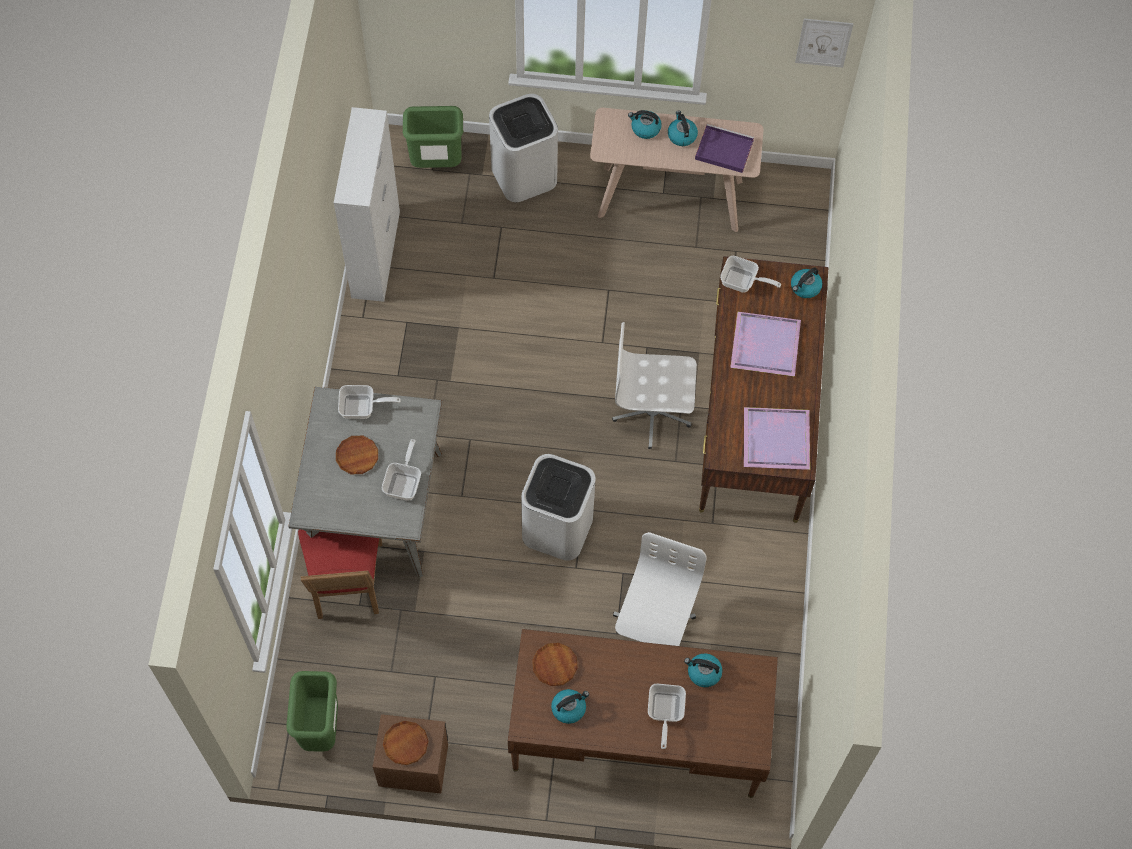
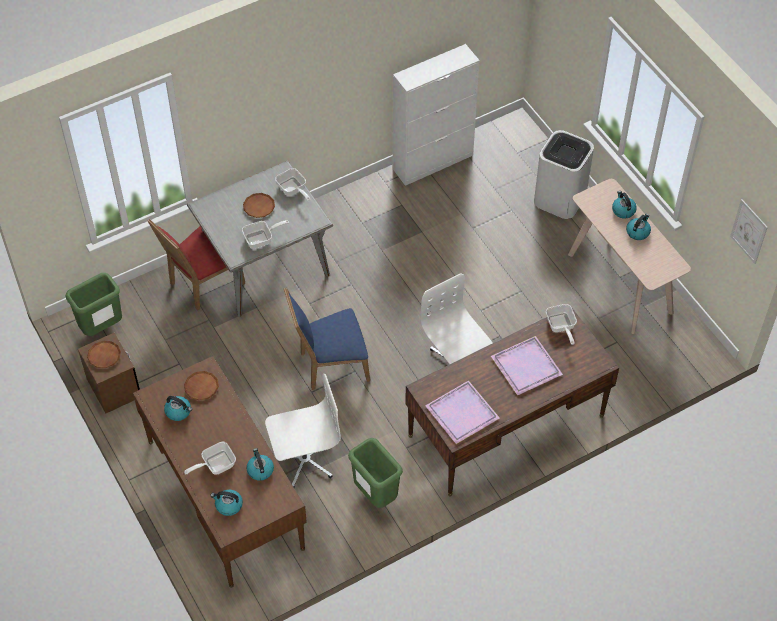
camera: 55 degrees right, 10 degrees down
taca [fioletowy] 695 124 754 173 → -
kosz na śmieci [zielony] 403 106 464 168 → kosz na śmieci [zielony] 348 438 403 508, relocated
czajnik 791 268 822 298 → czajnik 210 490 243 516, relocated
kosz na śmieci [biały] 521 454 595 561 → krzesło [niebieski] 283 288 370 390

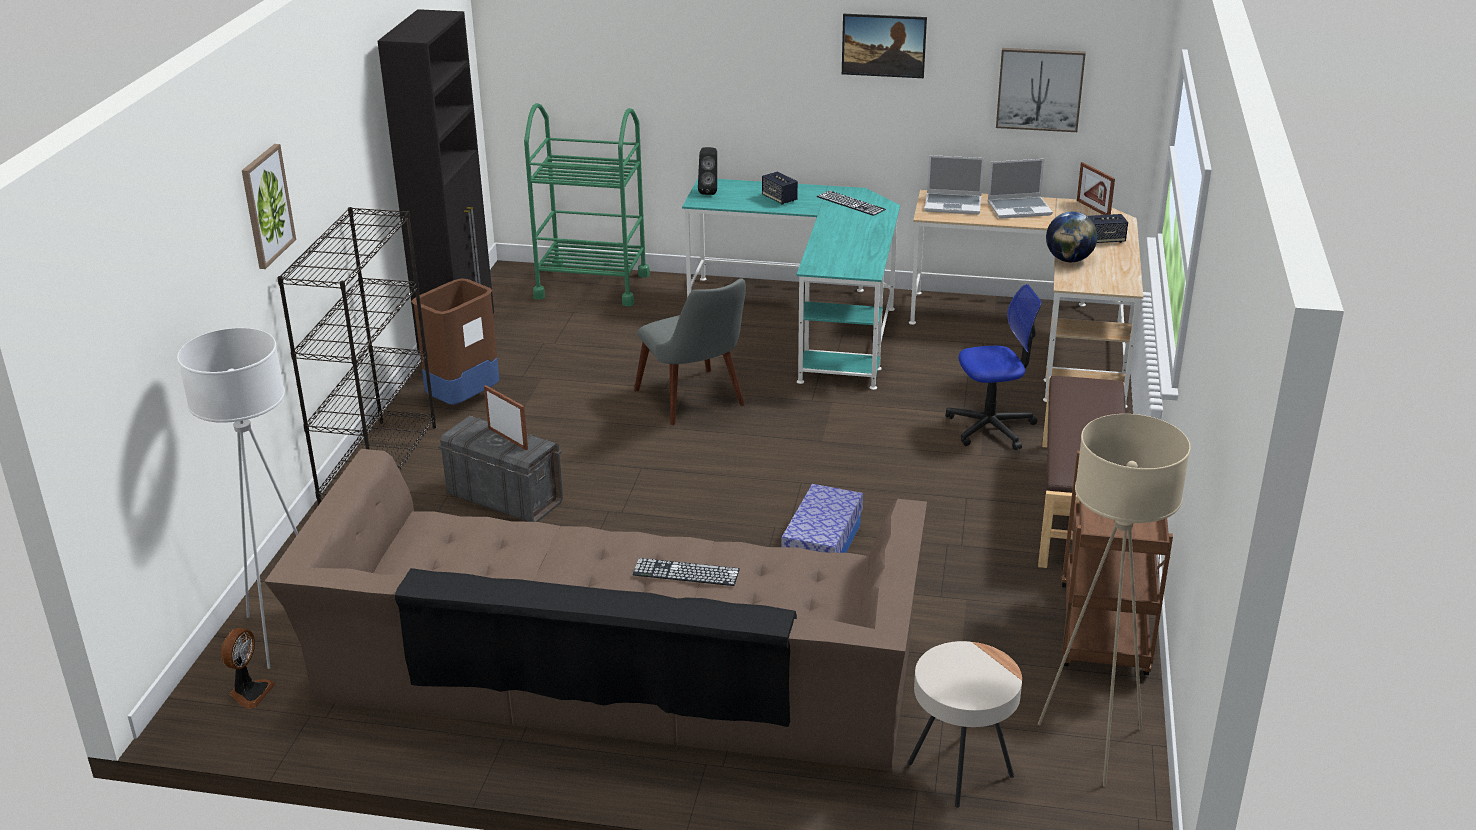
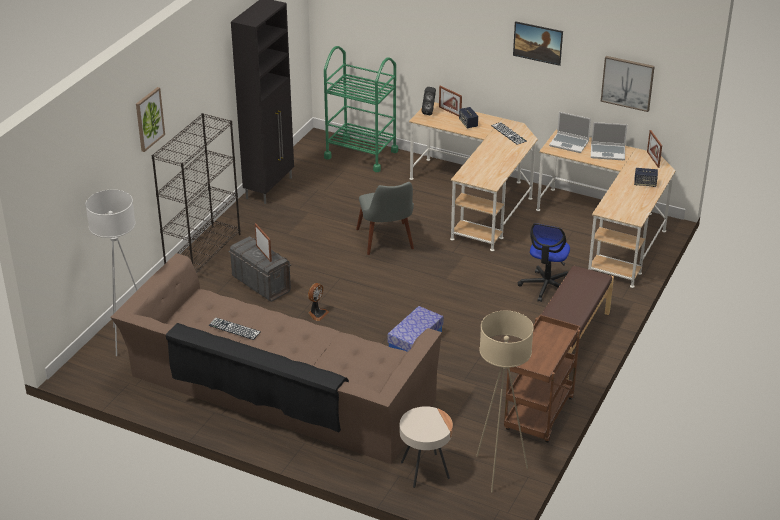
camera: 15 degrees right, 5 degrees up
kosz na śmieci [brązowy] 411 278 499 405 → -
globus 1046 211 1098 262 → -
- → ramka na zdjęcie 439 86 462 117
wentylator 221 628 275 709 → wentylator 308 283 329 321, relocated
klawiatura 633 558 740 586 → klawiatura 208 318 261 340, relocated
biurko [turkusowy] 682 179 900 390 → biurko [beżowy] 409 102 538 251
krzesło biurowe 945 284 1042 450 → krzesło biurowe 518 223 570 302, 105 degrees clockwise

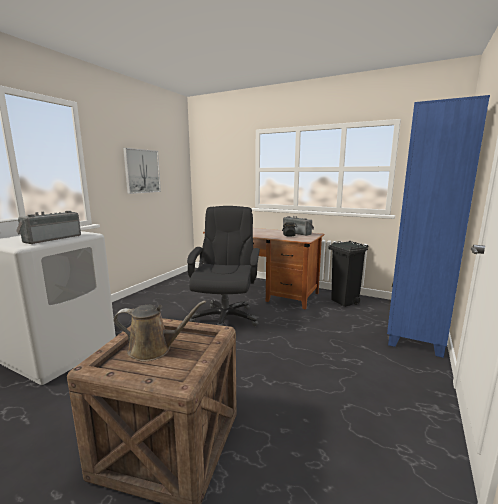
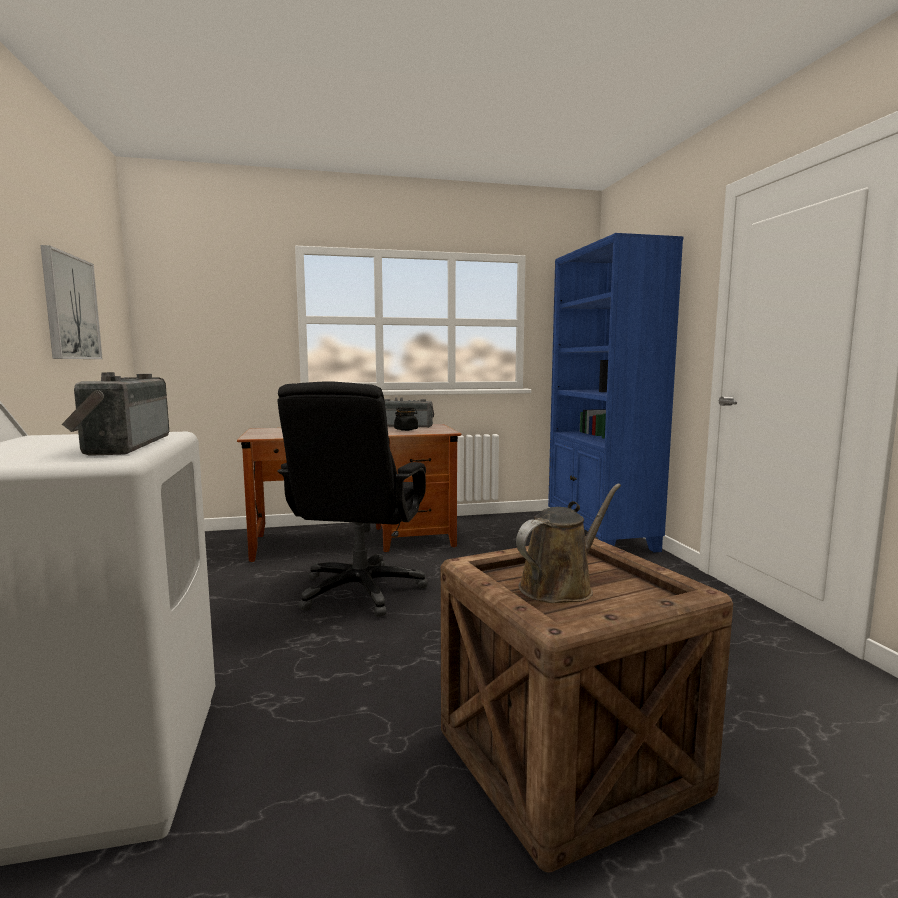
camera: 40 degrees left, 5 degrees down
kosz na śmieci [czarny] 328 241 368 307 → -
krzesło biurowe [czarny] 187 206 260 326 → krzesło biurowe [czarny] 277 381 428 617, 135 degrees counterclockwise

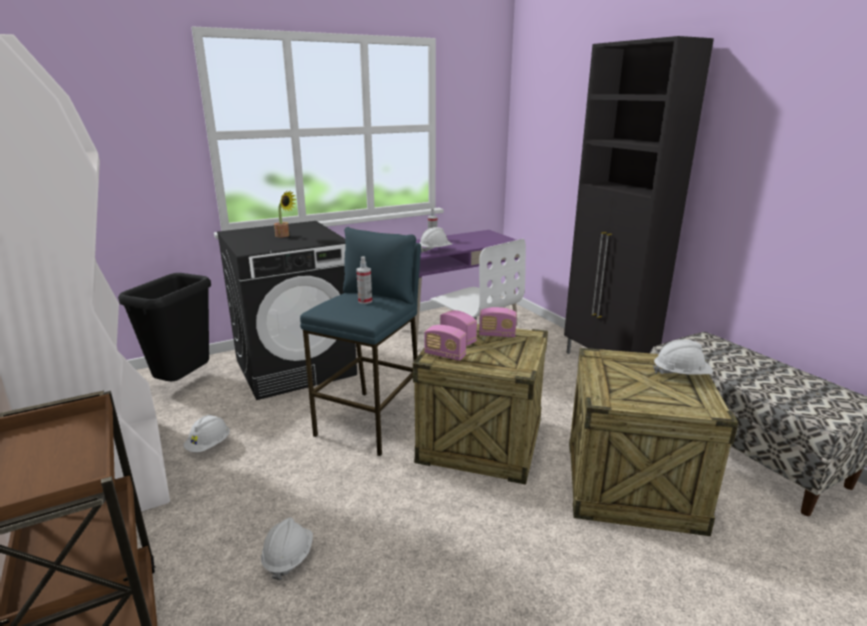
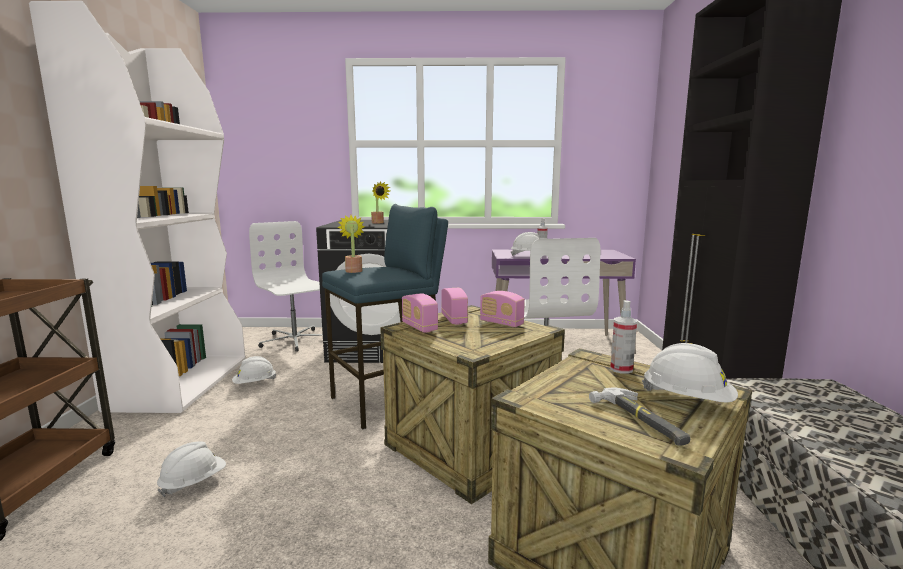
camera: 30 degrees right, 10 degrees down
- → roślina doniczkowa 338 215 365 273
- → młotek 589 387 690 446
spryskiwacz 356 256 372 304 → spryskiwacz 610 300 637 374, relocated
kosz na śmieci [czarny] 118 273 211 381 → krzesło biurowe [biały] 249 221 323 351

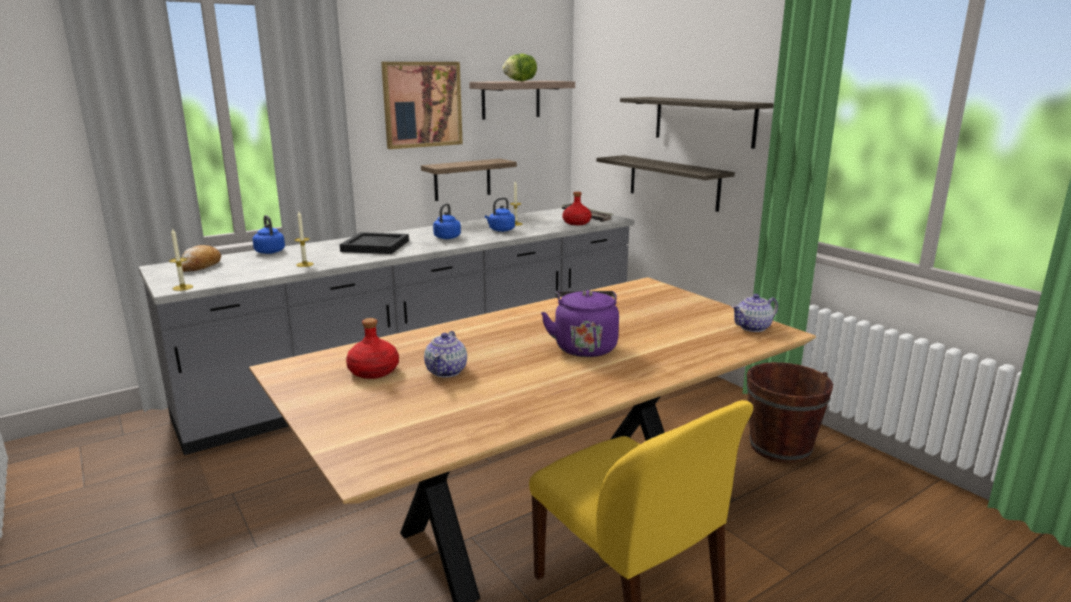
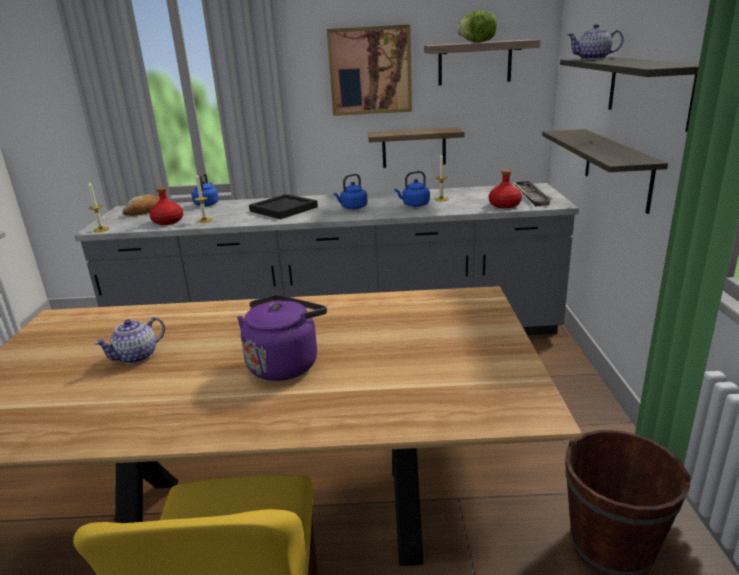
camera: 35 degrees right, 5 degrees up
butelka [czerwony] 346 318 399 379 → butelka [czerwony] 149 187 183 225, relocated
imbryk 731 294 778 332 → imbryk 567 24 624 60, relocated

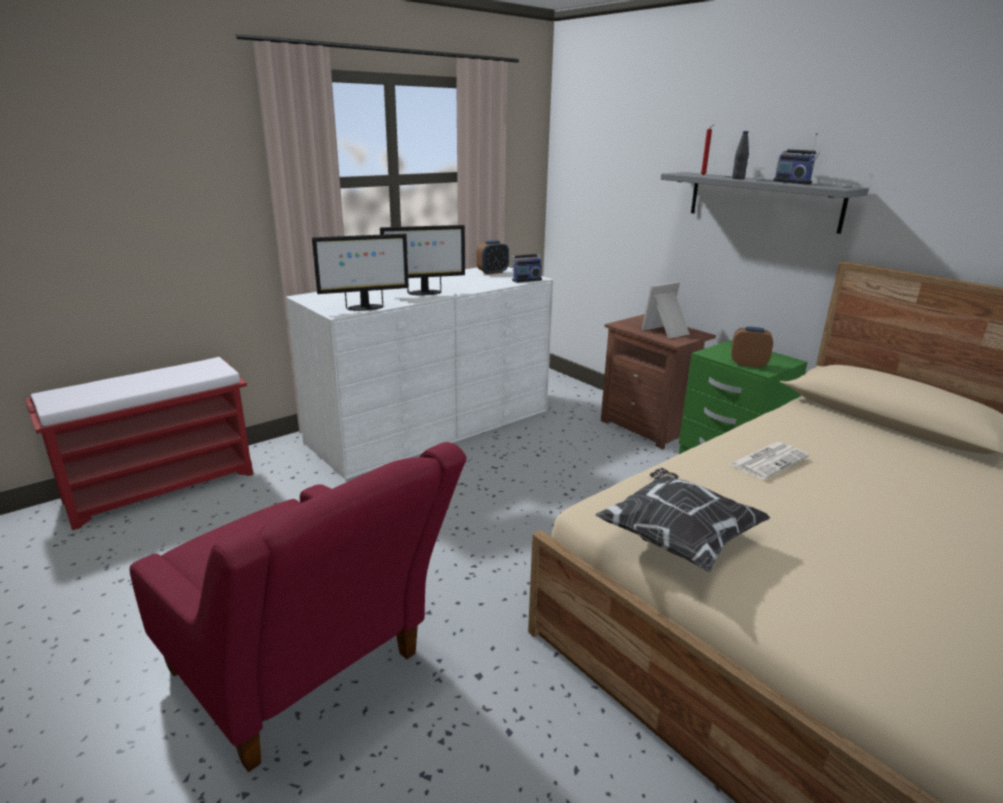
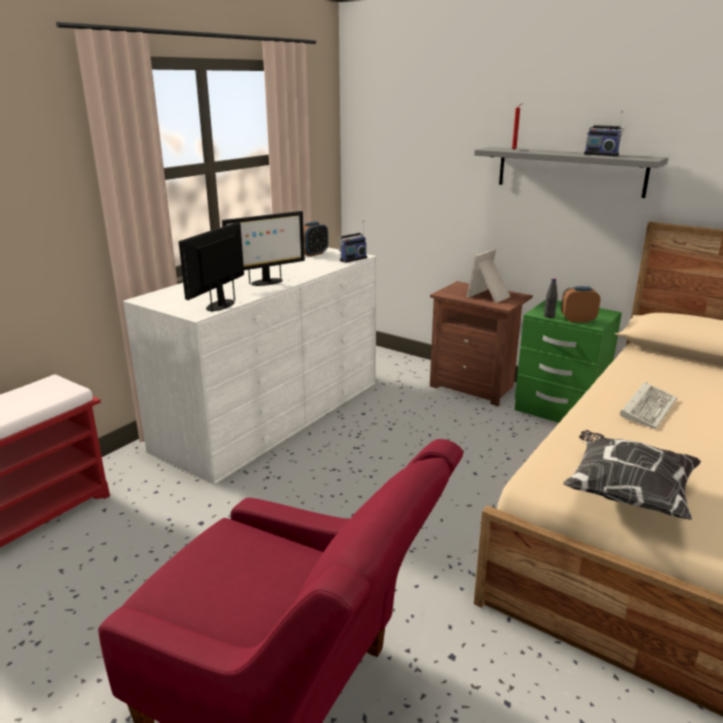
camera: 15 degrees left, 0 degrees up
butelka [czarny] 732 131 749 179 → butelka [czarny] 544 278 558 318, relocated
gazeta 730 442 809 480 → klawiatura 620 382 677 429
monitor 312 234 409 311 → monitor 179 222 244 312, 150 degrees clockwise

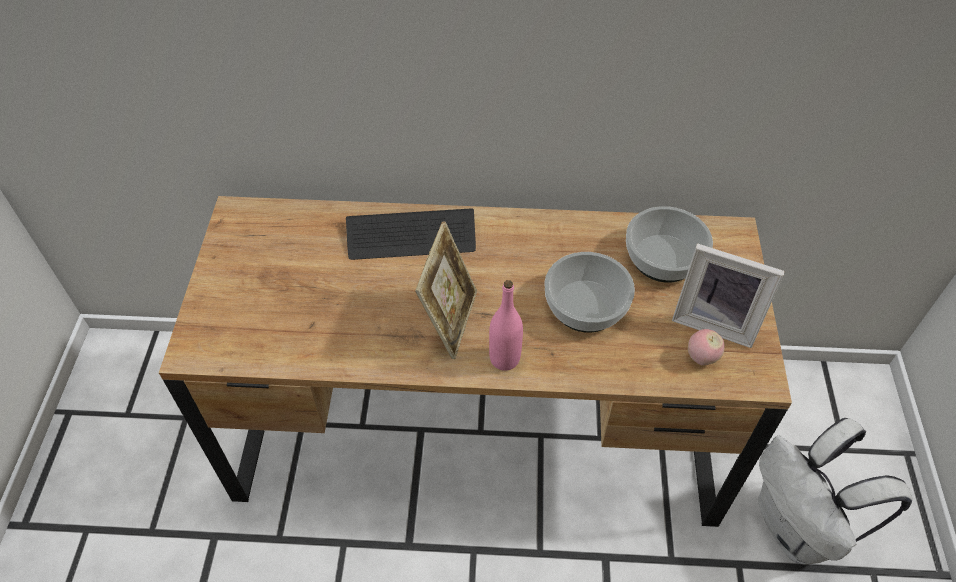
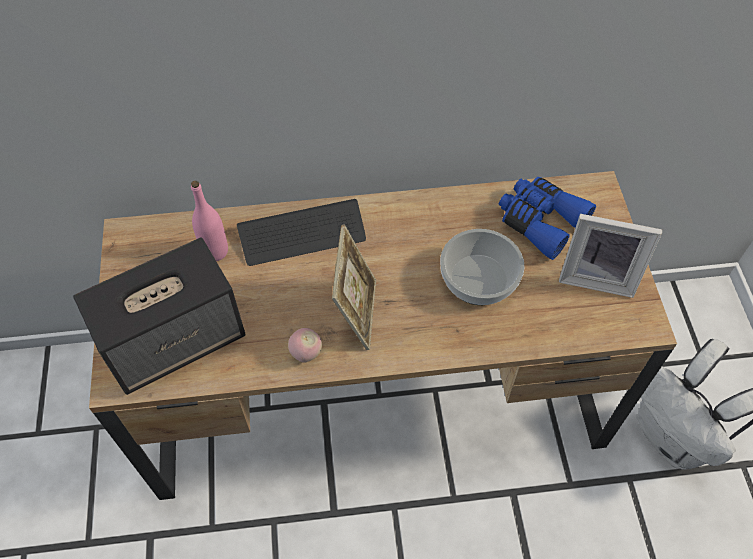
camera: 10 degrees left, 5 degrees up
- → głośnik 73 237 245 395
butelka [różowy] 489 280 523 371 → butelka [różowy] 191 181 228 261, relocated
jabłko 688 329 725 366 → jabłko 288 328 322 363, relocated
miska 626 206 713 282 → lornetka [niebieski] 499 177 596 260

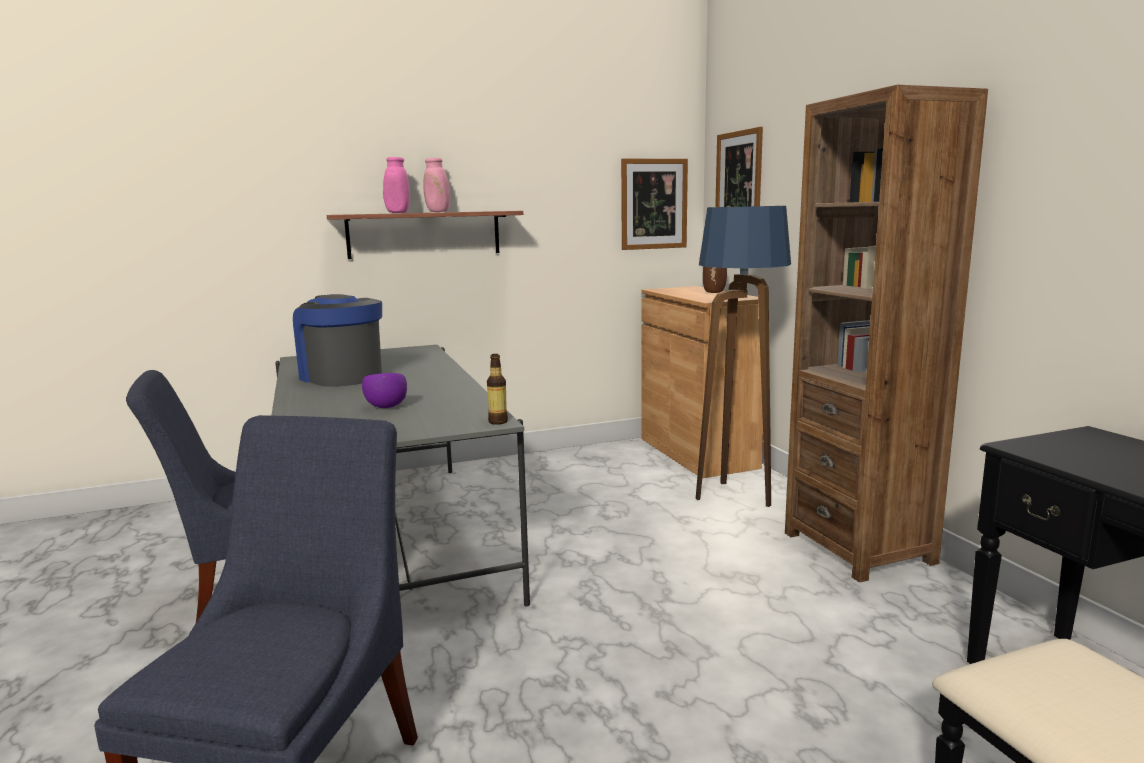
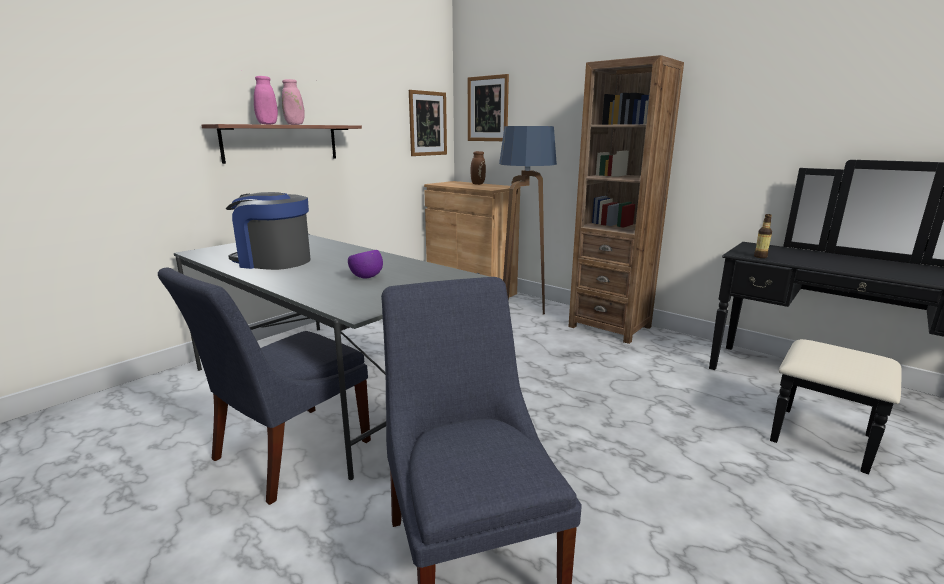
camera: 30 degrees left, 5 degrees up
butelka 487 354 508 425 → butelka 754 214 772 258, relocated

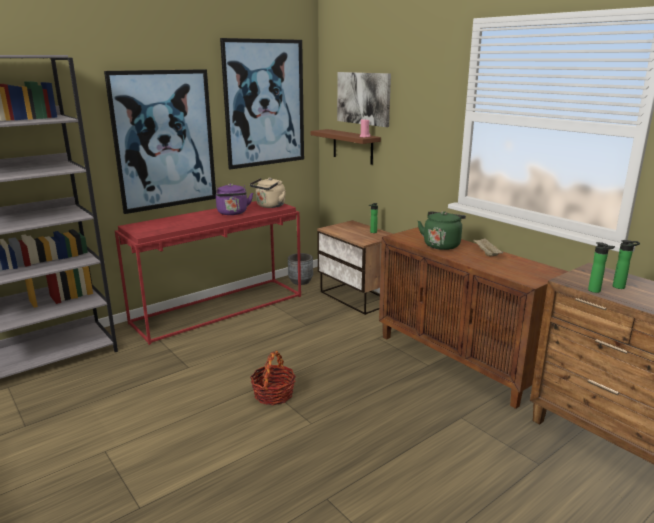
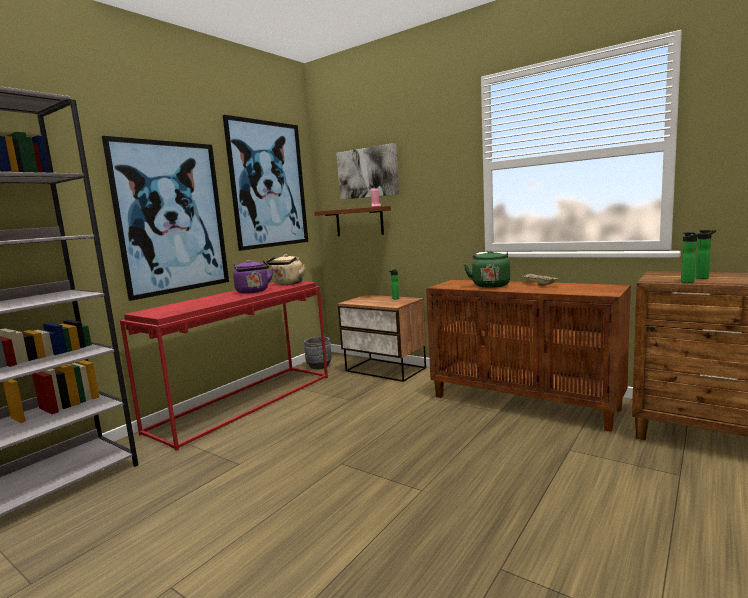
camera: 15 degrees left, 10 degrees down
koszyk 250 351 296 405 → -

